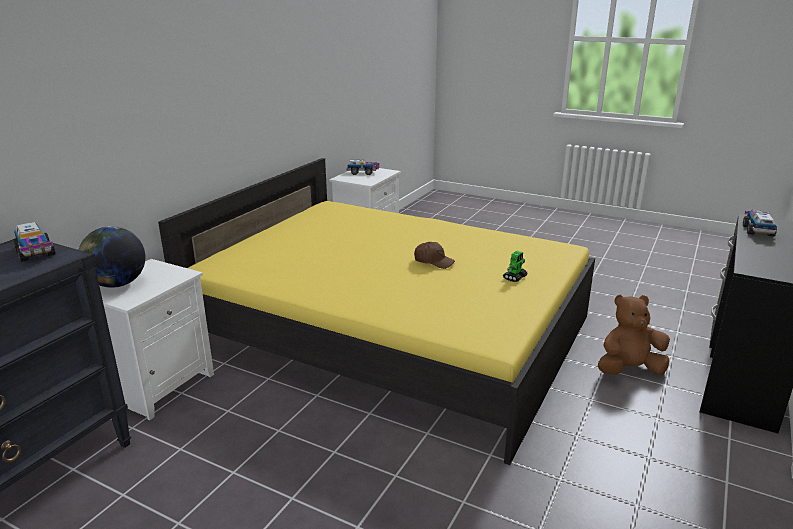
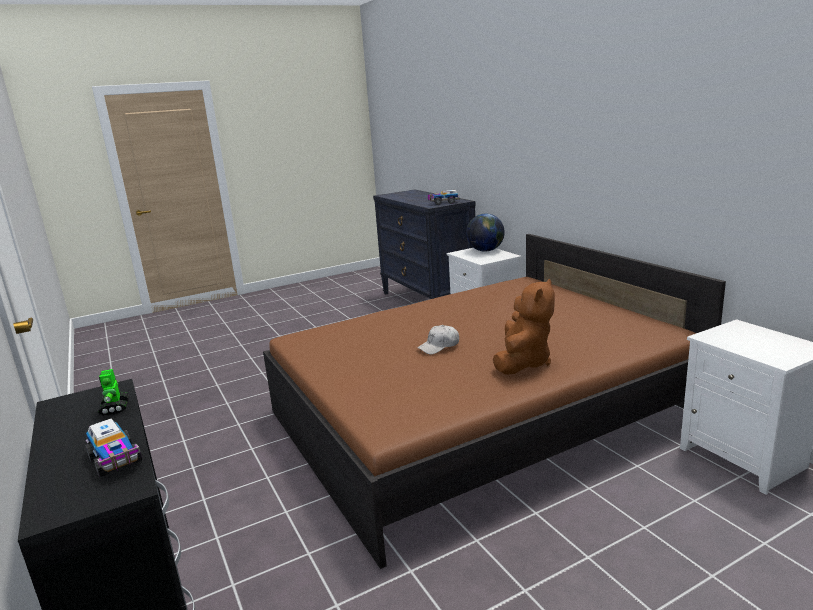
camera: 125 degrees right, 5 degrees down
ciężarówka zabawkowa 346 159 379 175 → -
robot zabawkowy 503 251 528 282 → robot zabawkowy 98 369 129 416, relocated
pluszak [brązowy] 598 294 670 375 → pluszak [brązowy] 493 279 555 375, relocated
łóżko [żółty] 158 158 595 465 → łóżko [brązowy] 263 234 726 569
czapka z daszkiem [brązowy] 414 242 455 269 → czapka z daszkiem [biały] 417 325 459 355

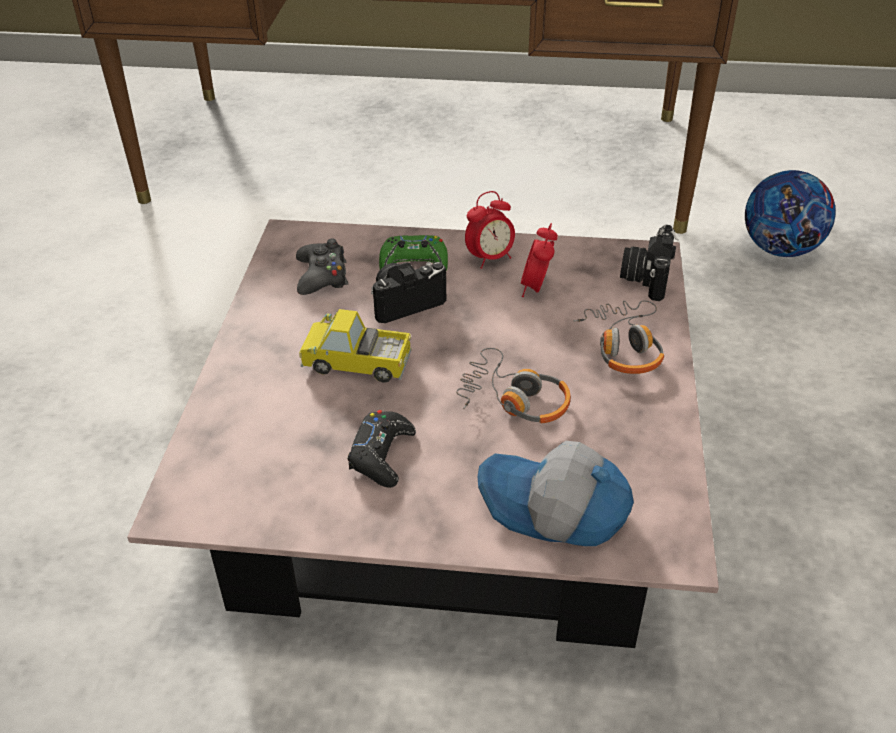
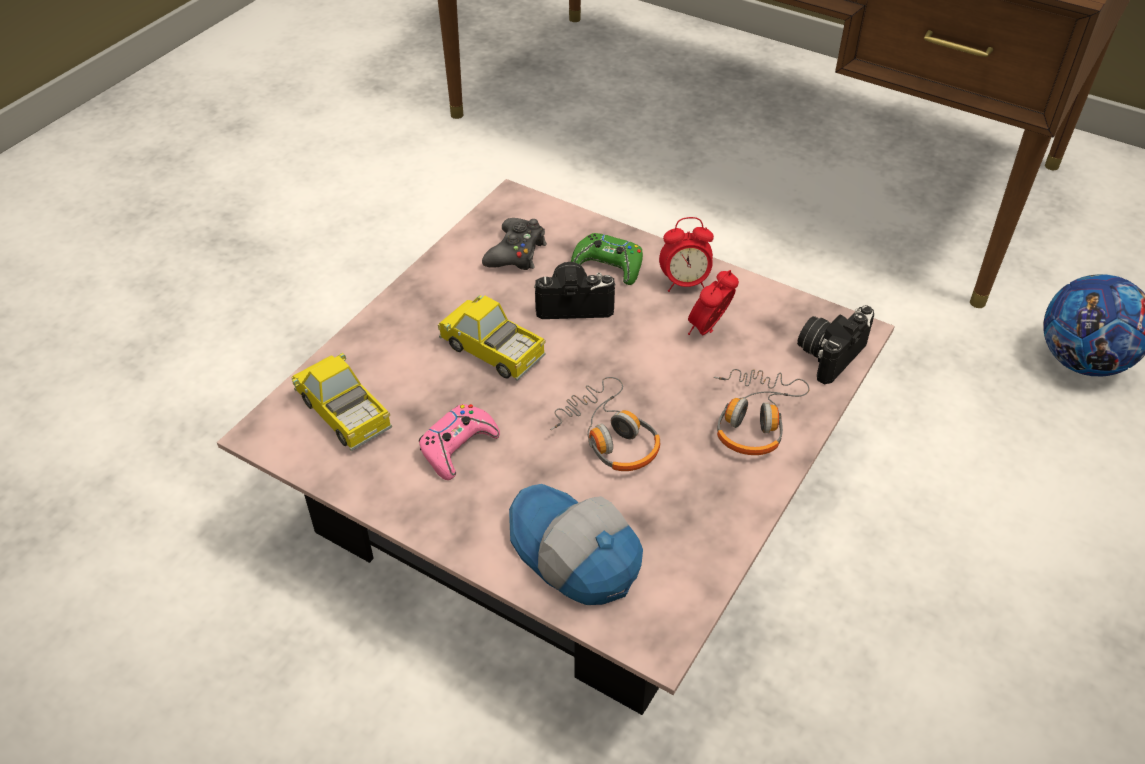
camera: 25 degrees right, 5 degrees up
- → ciężarówka zabawkowa 291 353 392 451
pad do gier [czarny] 348 410 416 488 → pad do gier [różowy] 419 404 500 480

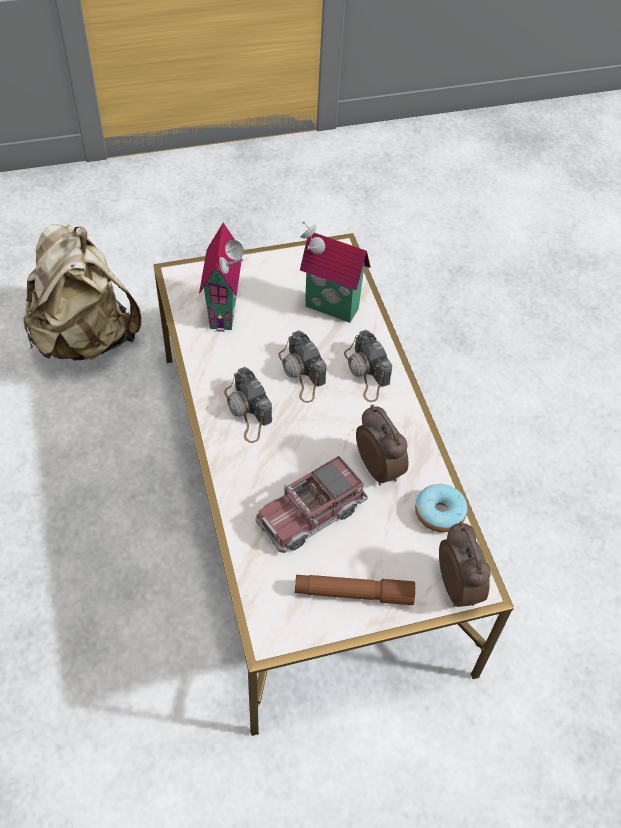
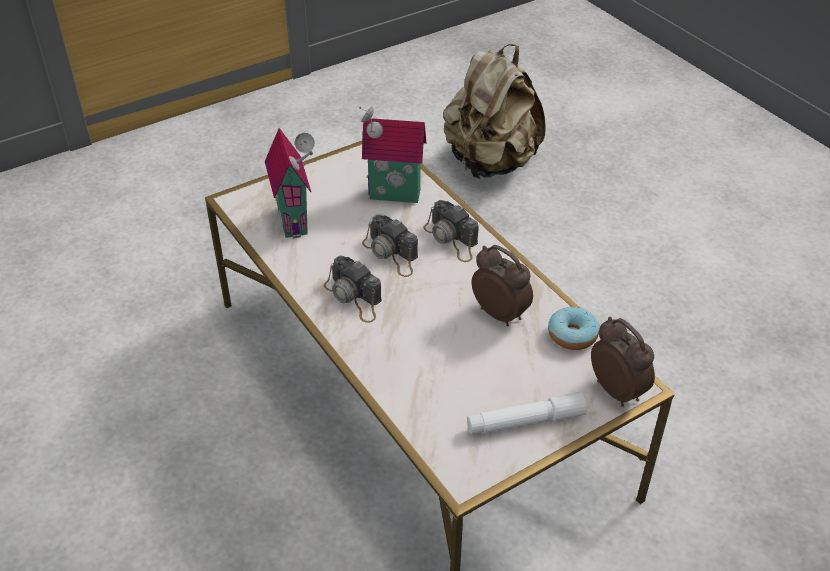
camera: 15 degrees left, 10 degrees down
ciężarówka zabawkowa 255 456 368 553 → -
plecak [beżowy] 23 224 141 361 → plecak [beżowy] 443 44 546 179, relocated
latarka [brązowy] 295 575 415 605 → latarka [biały] 467 392 587 434

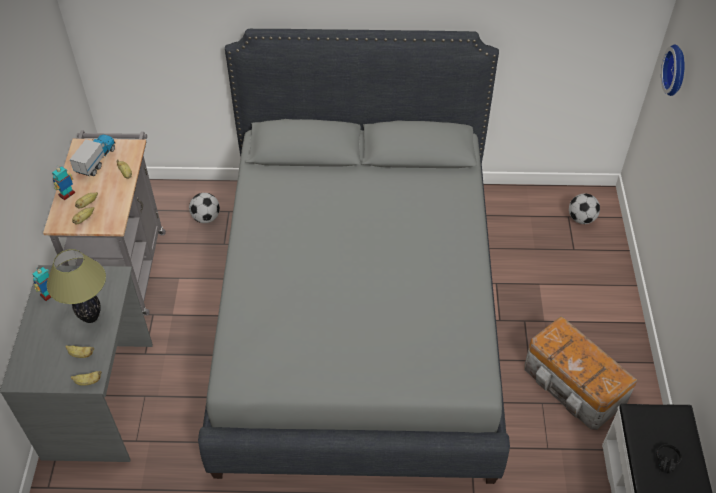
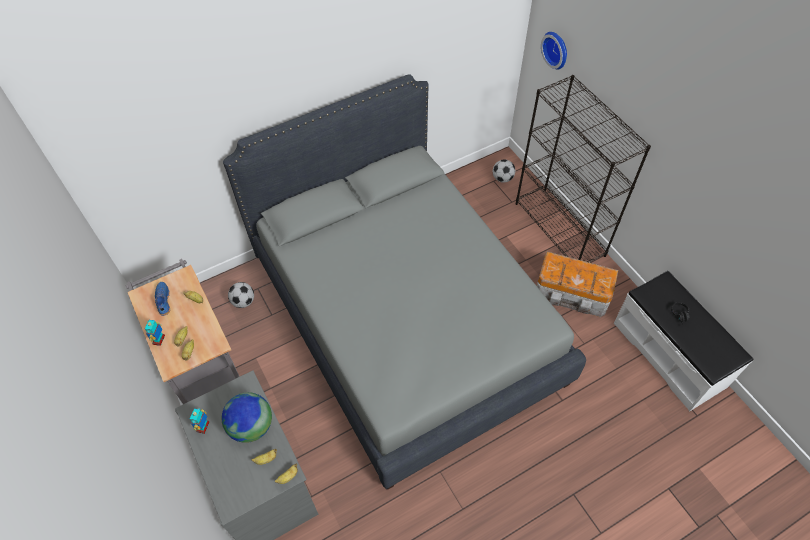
camera: 30 degrees left, 5 degrees up
- → regał [czarny] 516 75 651 262
lampa stołowa 47 249 106 323 → globus 222 392 272 443
ciężarówka zabawkowa 70 134 115 176 → but [niebieski] 155 282 170 316

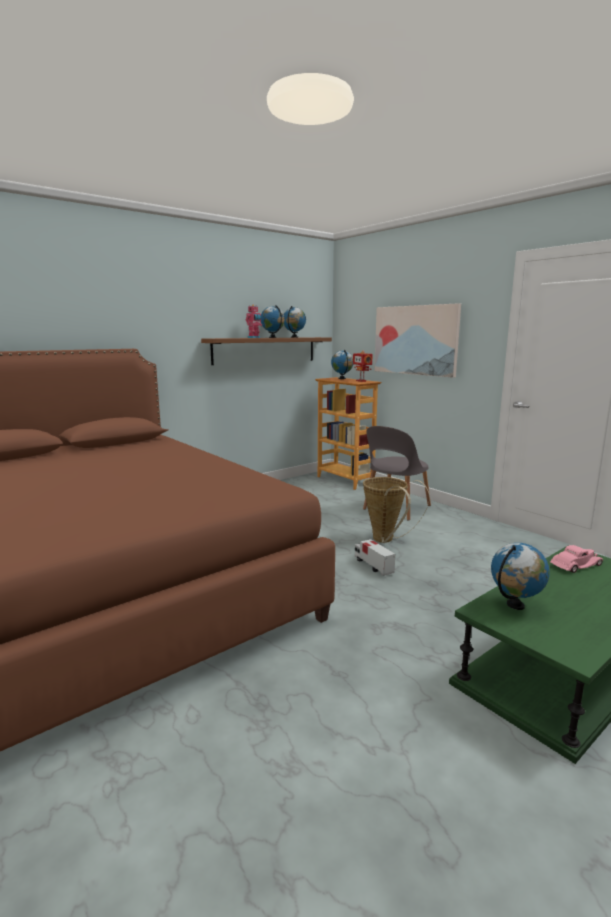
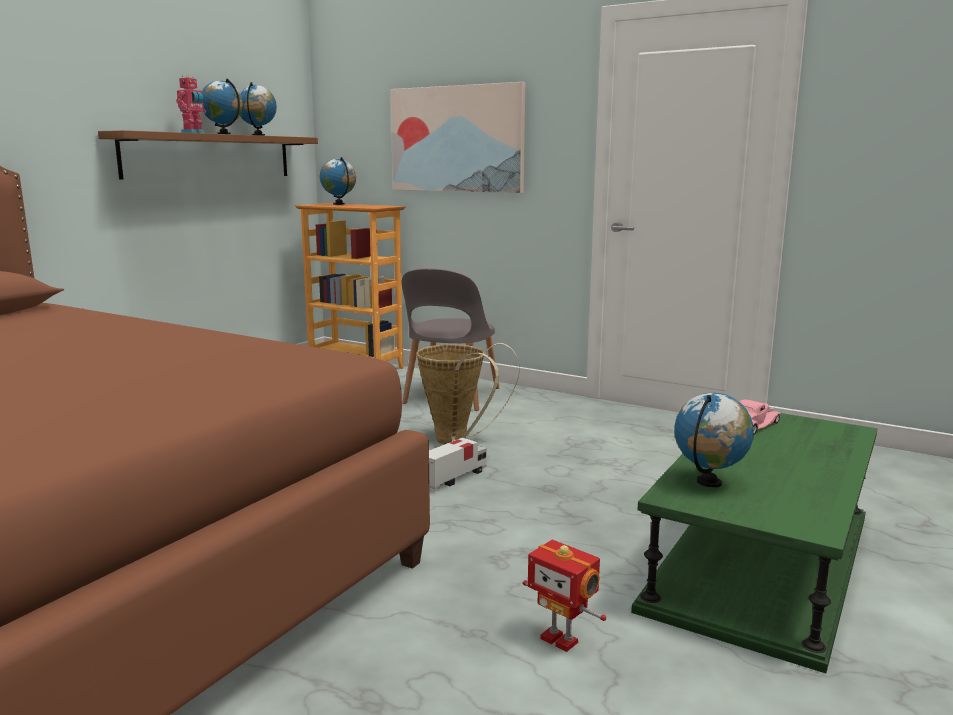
camera: 20 degrees left, 0 degrees up
robot zabawkowy 353 351 372 382 → robot zabawkowy 523 540 606 652, relocated
ciężarówka zabawkowa 355 539 395 576 → ciężarówka zabawkowa 429 438 486 490, 90 degrees clockwise

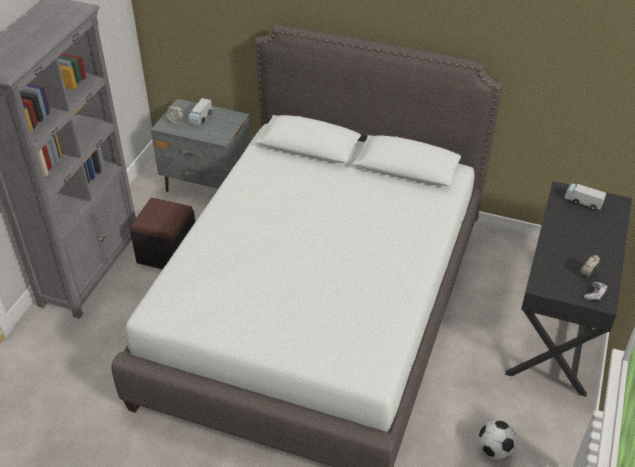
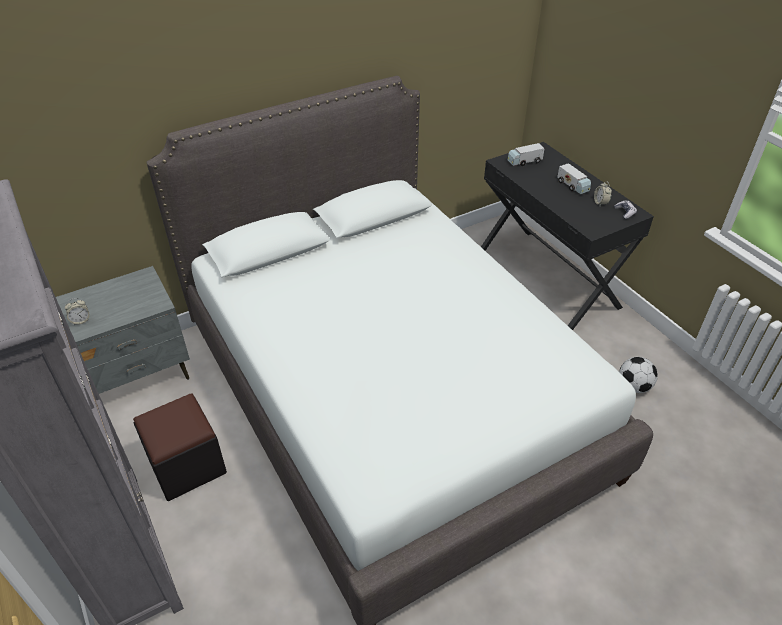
camera: 50 degrees left, 0 degrees up
ciężarówka zabawkowa 189 98 212 126 → ciężarówka zabawkowa 557 163 591 194, relocated

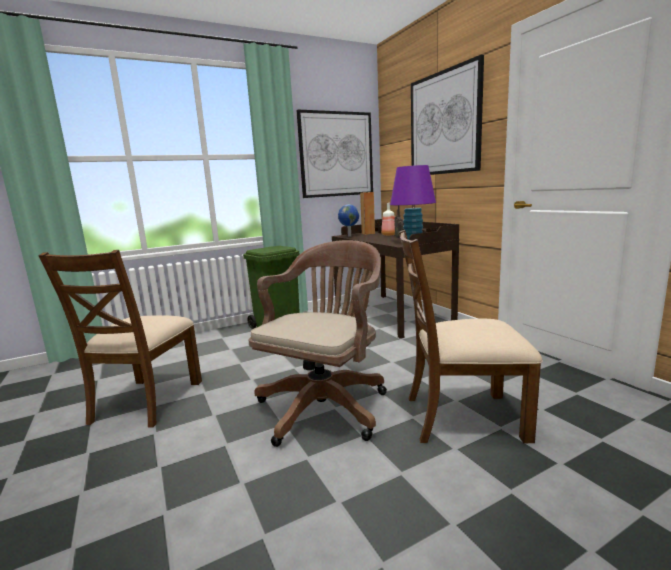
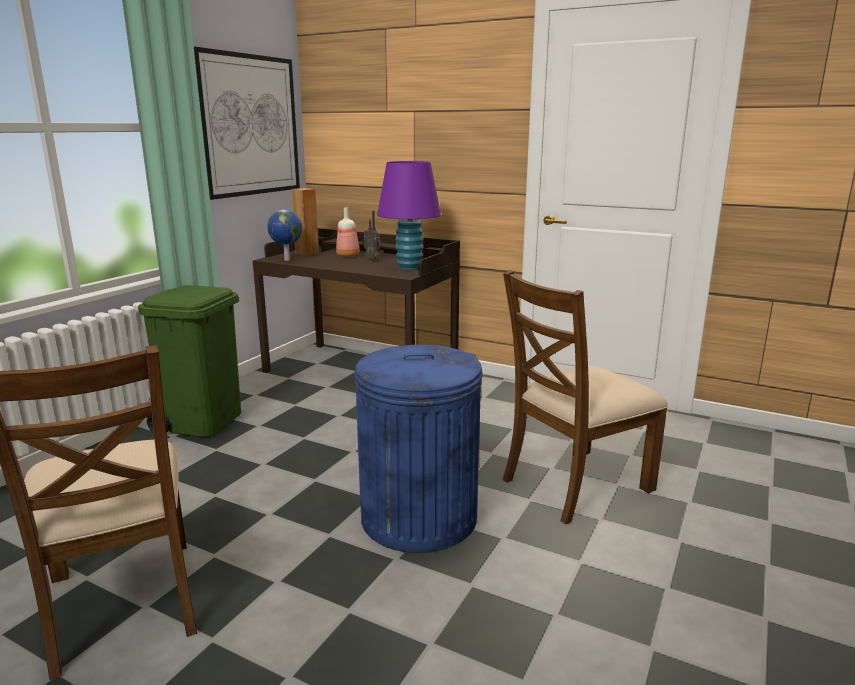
camera: 35 degrees left, 5 degrees up
obraz 411 55 484 175 → -
krzesło biurowe [brązowy] 248 240 387 447 → kosz na śmieci [niebieski] 354 345 483 553

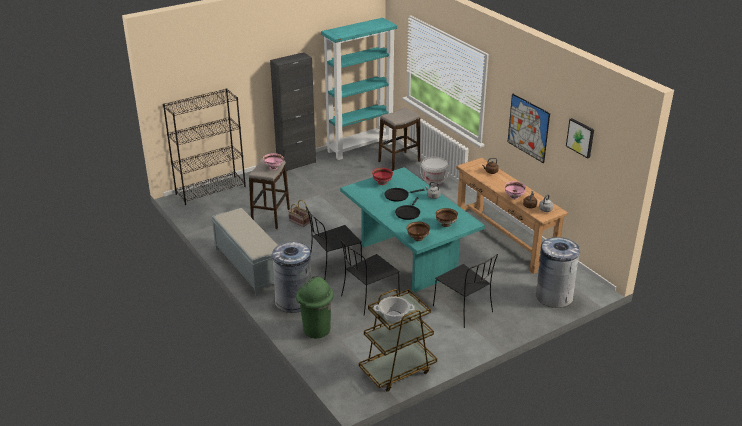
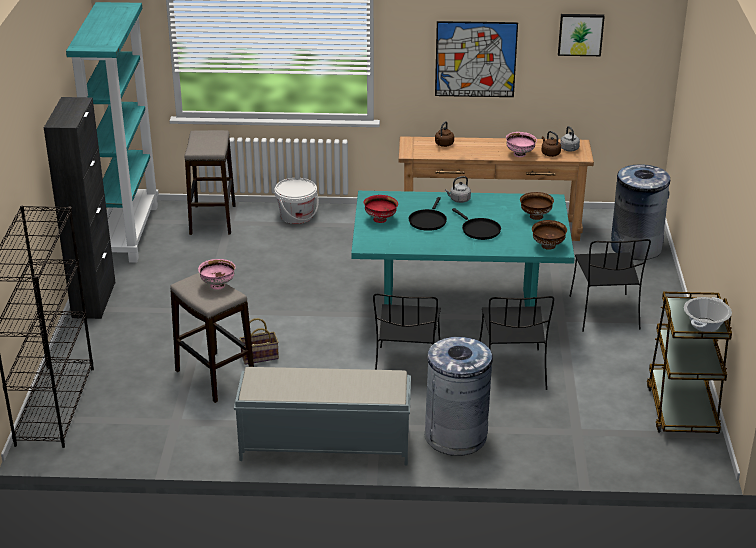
camera: 55 degrees left, 0 degrees up
kosz na śmieci [zielony] 296 276 334 338 → -
krzesło [czarny] 433 254 498 328 → krzesło [czarny] 569 239 651 332, 90 degrees clockwise

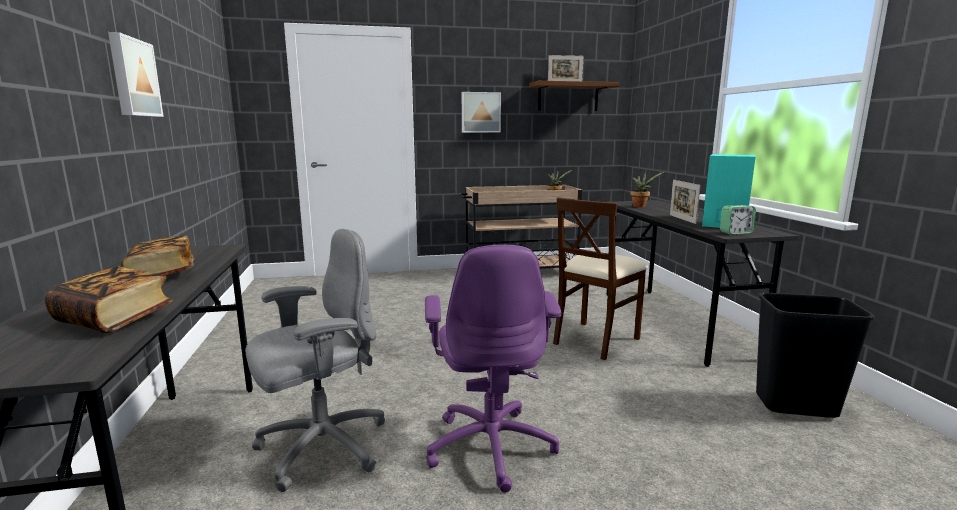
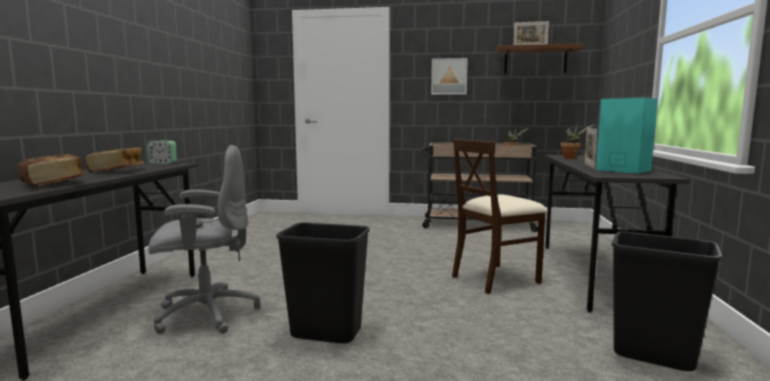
camera: 20 degrees right, 5 degrees down
obraz 108 32 164 117 → -
budzik 720 205 756 235 → budzik 147 140 177 164, relocated
krzesło biurowe [fioletowy] 425 245 562 493 → kosz na śmieci [czarny] 276 223 370 344

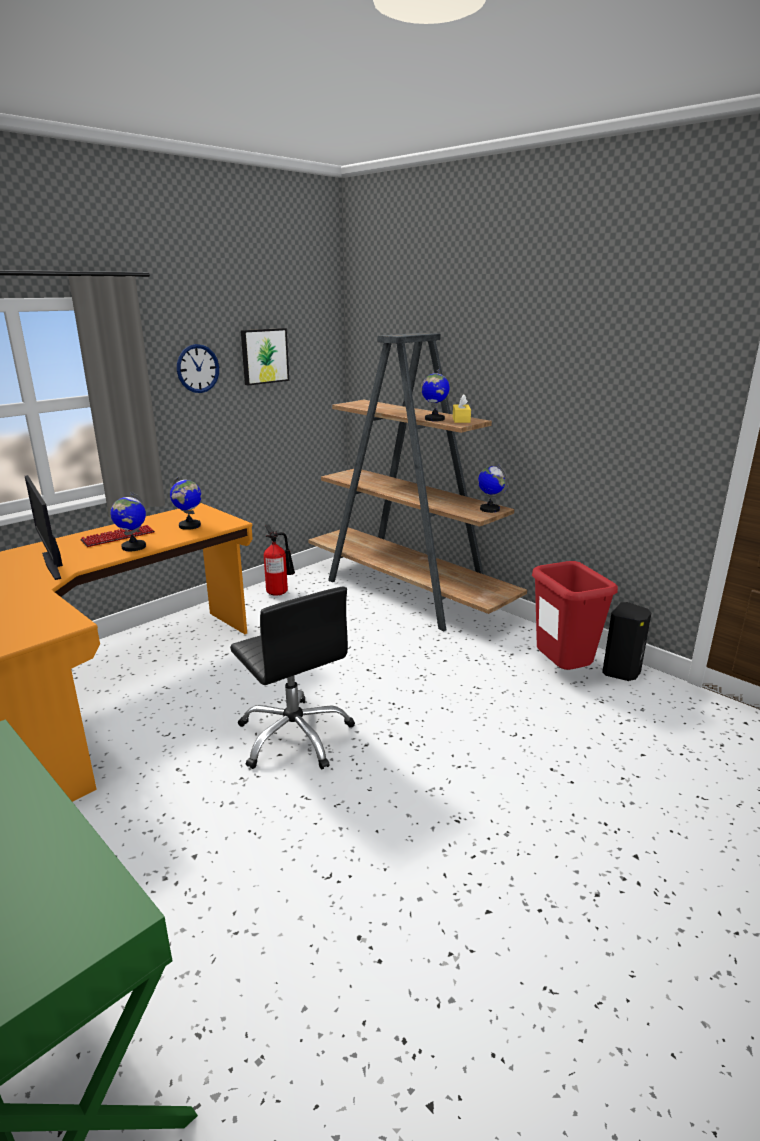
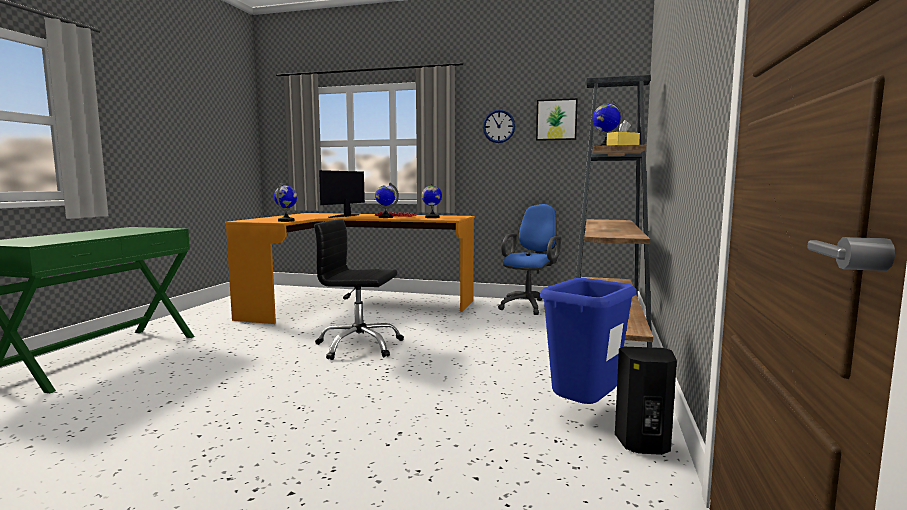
camera: 60 degrees right, 15 degrees down
globus 478 464 508 513 → globus 274 183 297 222, relocated
gaśnica 264 524 295 596 → krzesło biurowe [niebieski] 498 204 561 315
kosz na śmieci [czerwony] 532 561 618 670 → kosz na śmieci [niebieski] 540 278 637 404
krzesło biurowe [czarny] 230 586 355 769 → krzesło biurowe [czarny] 314 219 404 360, 75 degrees clockwise

